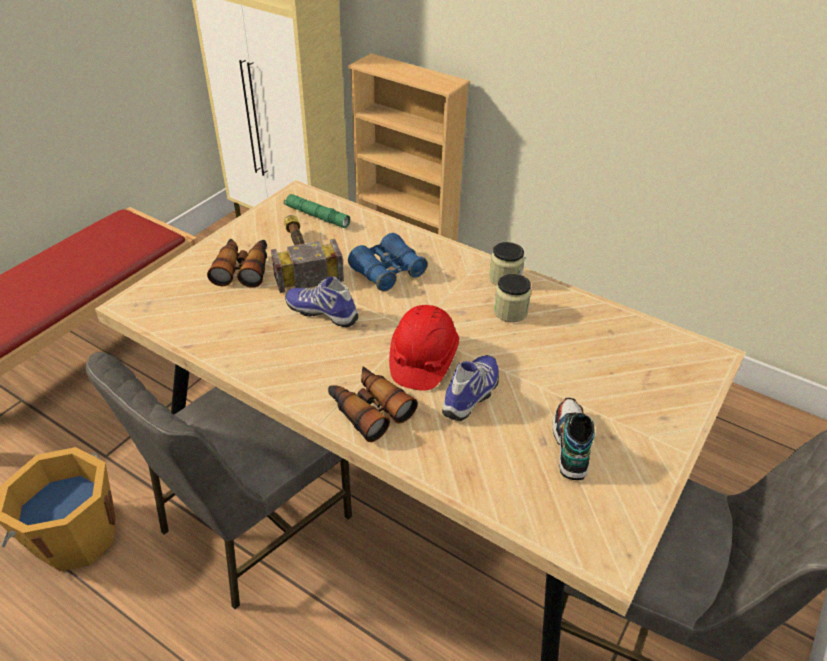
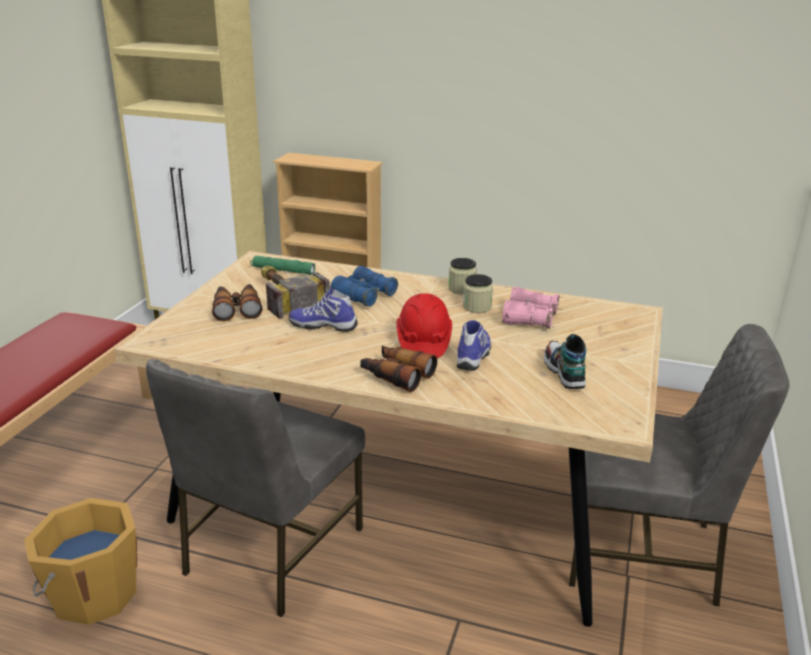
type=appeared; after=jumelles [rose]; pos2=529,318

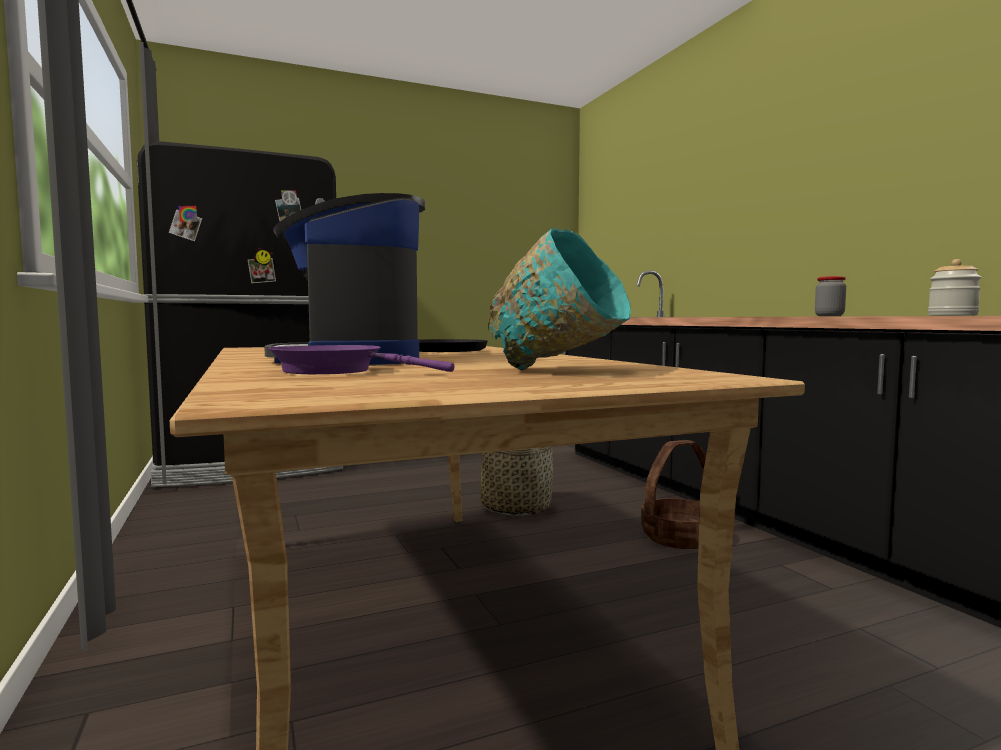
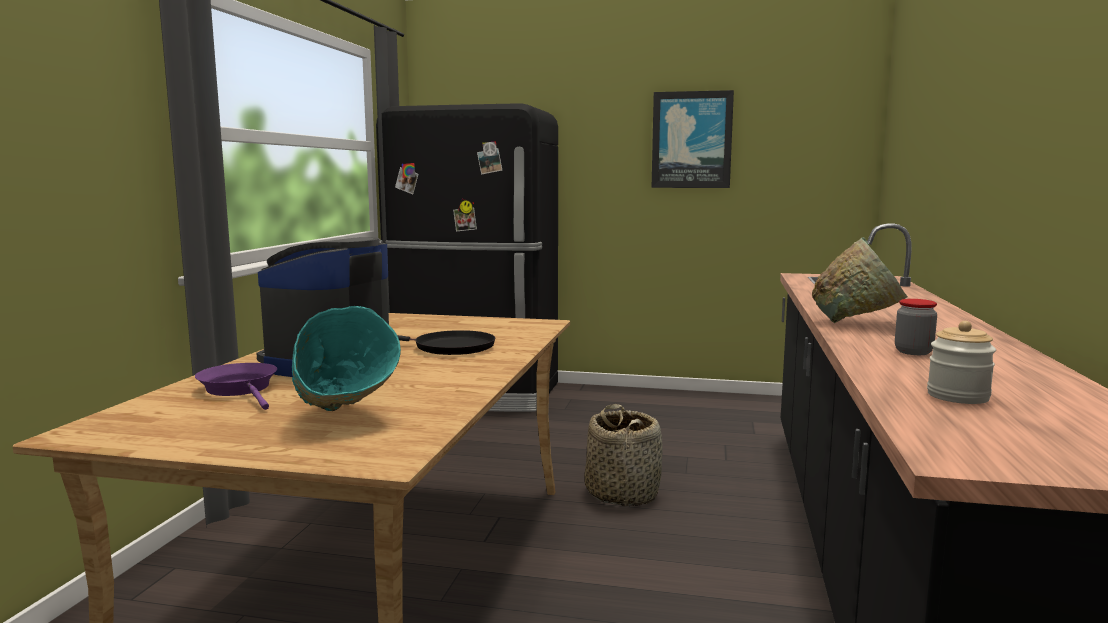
type=missing; before=panier; pos1=679,538
type=appeared; after=tableau; pos2=691,140
type=appeared; after=bol [vert]; pos2=859,323

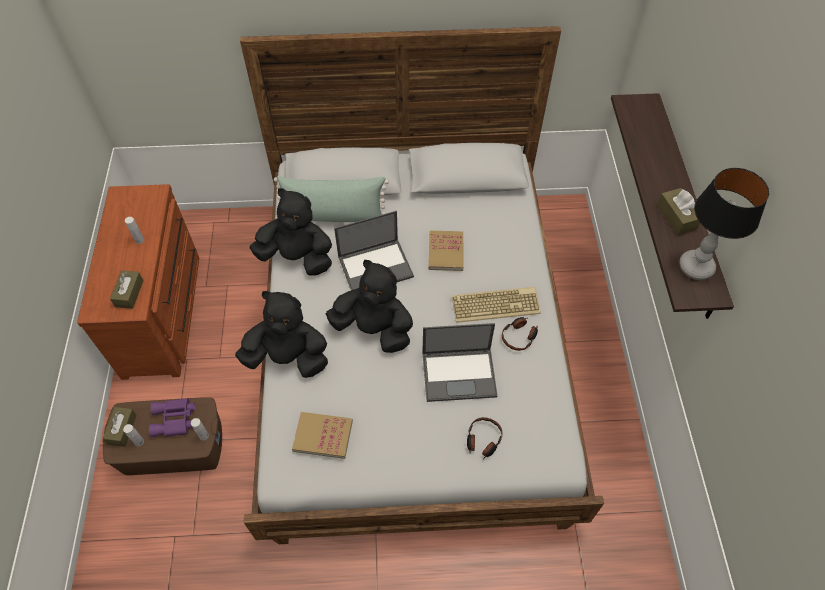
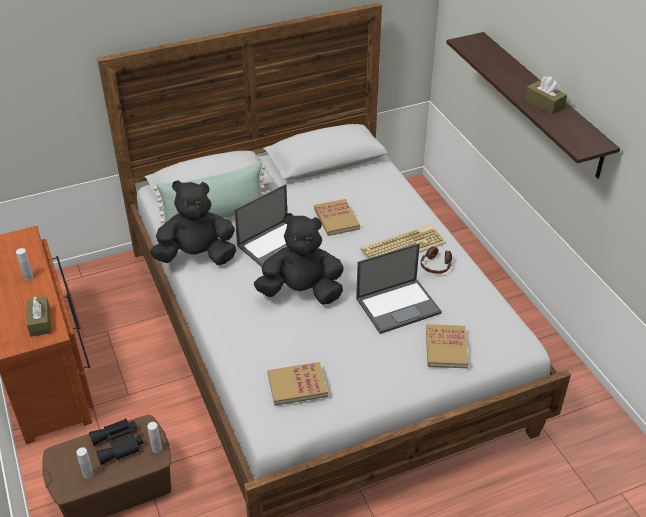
type=missing; before=lampe de table; pos1=695,267
type=missing; before=peluche [noir]; pos1=288,357
type=colour; before=jumelles [violet]; after=jumelles [noir]; pos1=175,420; pos2=119,444
type=missing; before=boîte à mouchoirs [marron]; pos1=122,429
type=exchanged; before=casque audio; after=livre; pos1=483,440; pos2=446,348

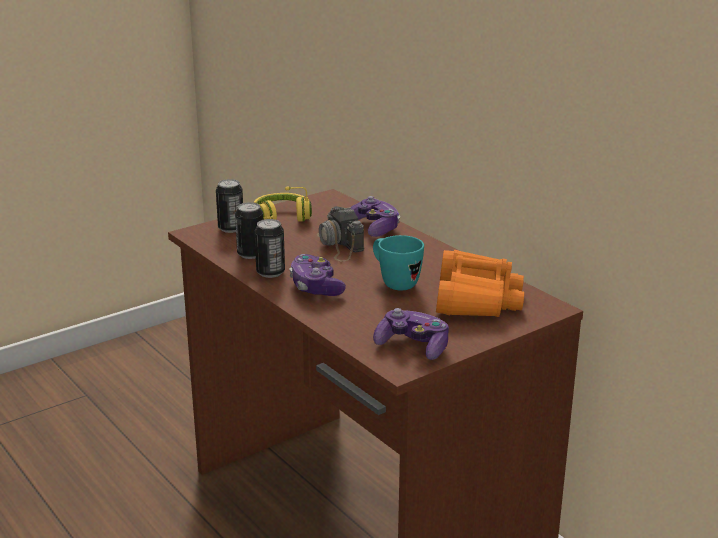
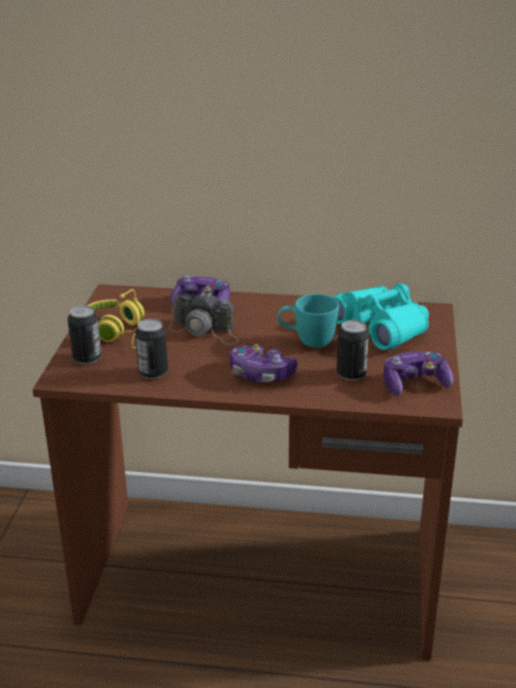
type=relocated; before=boîte métallique; pos1=270,273; pos2=351,374
type=colour; before=jumelles [orange]; after=jumelles [turquoise]; pos1=476,299; pos2=382,327

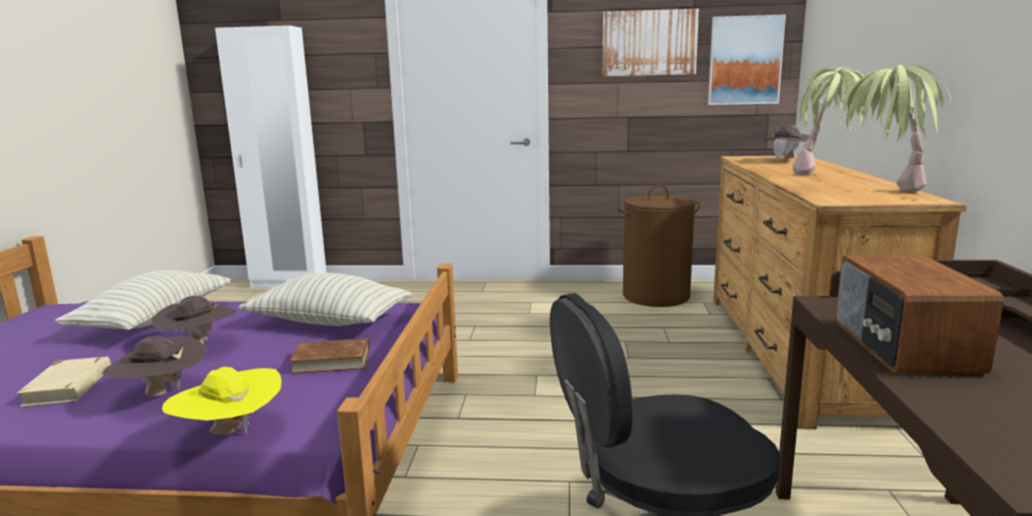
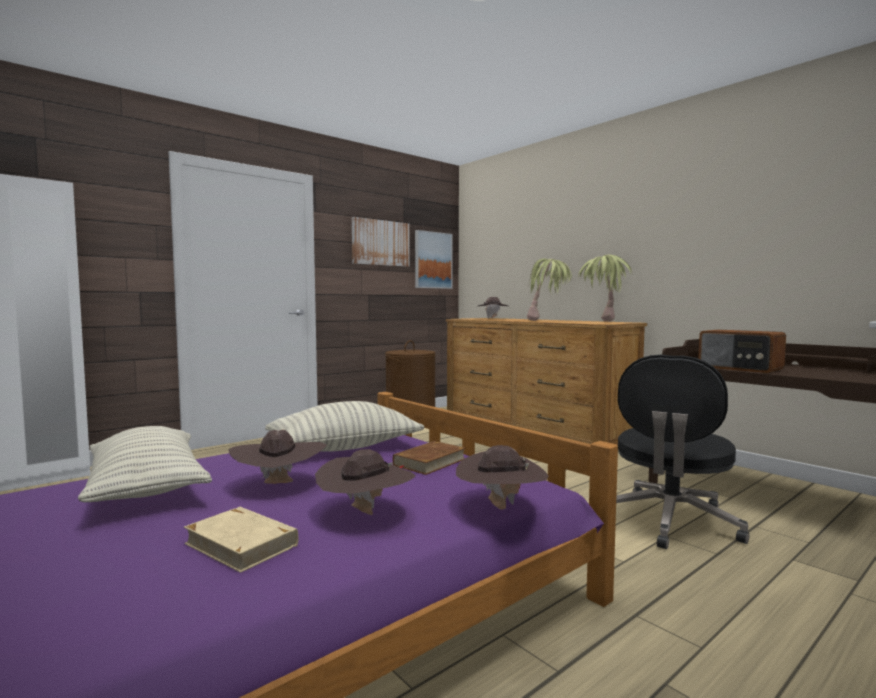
type=colour; before=chapeau [jaune]; after=chapeau [marron]; pos1=230,433; pos2=500,508

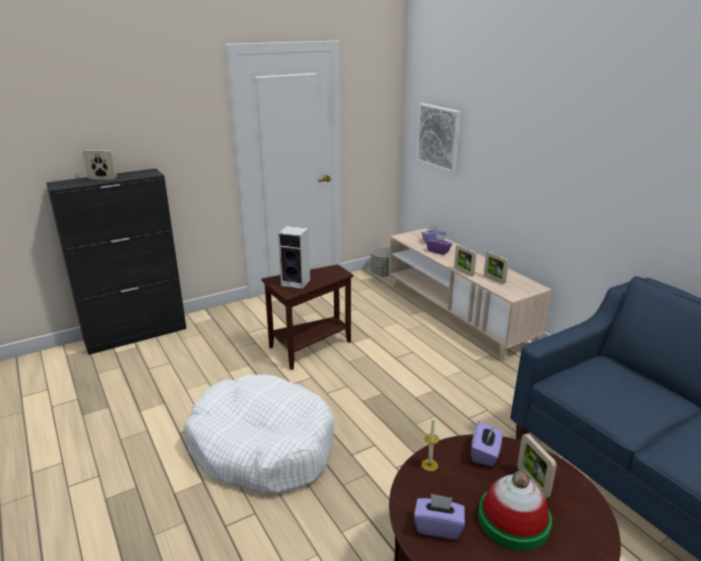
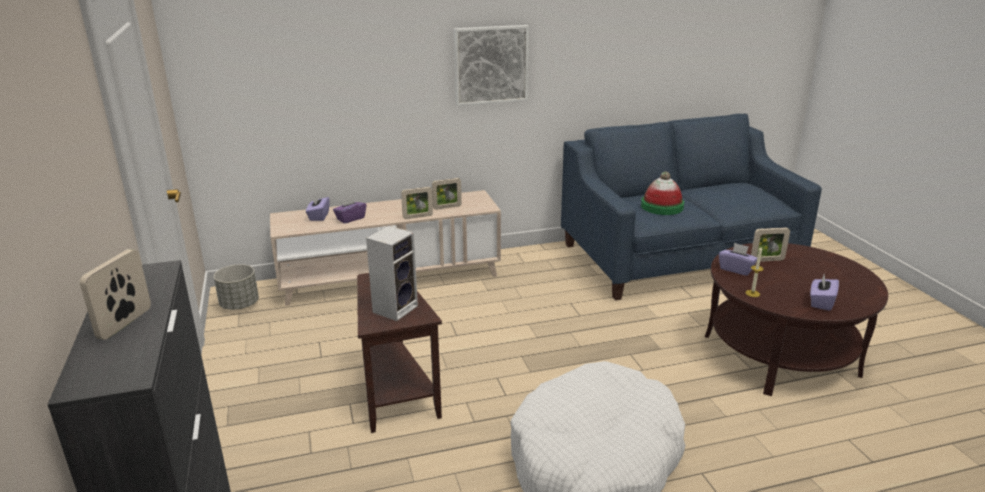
type=relocated; before=tableau; pos1=438,137; pos2=491,65
type=relocated; before=chapeau; pos1=513,520; pos2=662,206

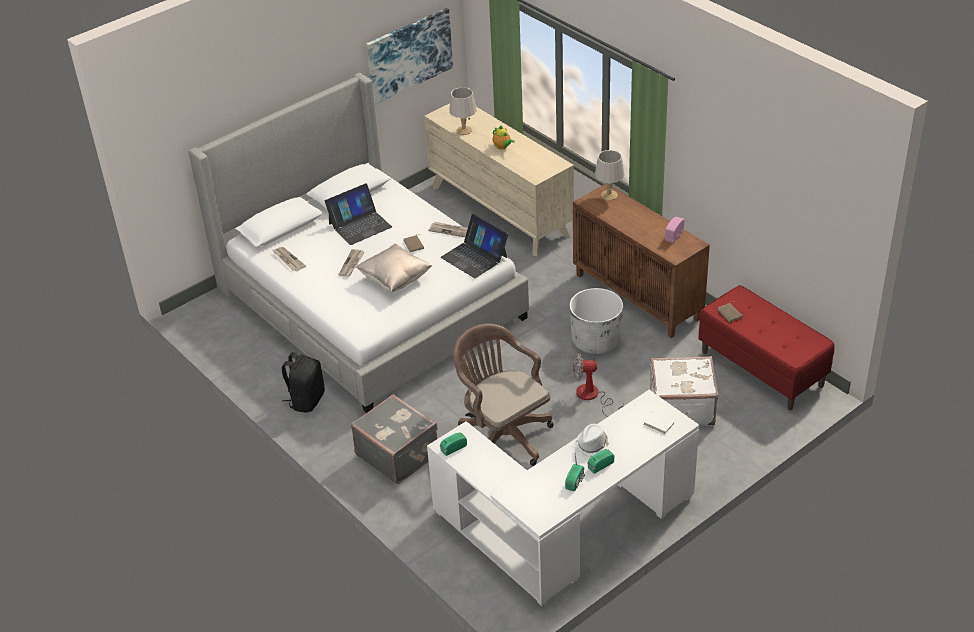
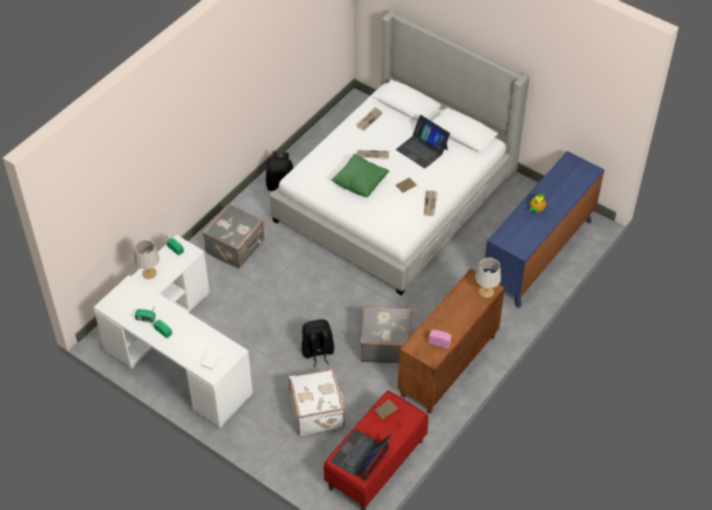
type=missing; before=tableau; pos1=409,55
type=relocated; before=lampe de table [gris]; pos1=463,130; pos2=149,273
type=colour; before=commode [beige]; after=commode [bleu]; pos1=500,211; pos2=538,254
type=relocated; before=ordinateur portable; pos1=474,257; pos2=360,455
type=colour; before=coussin [beige]; after=coussin [vert]; pos1=395,279; pos2=360,184
type=exchanged; before=cache-pot [blanc]; after=valise [gris]; pos1=596,341; pos2=384,345
type=missing; before=chaise de bureau [marron]; pos1=502,434
type=exchanged; before=ventilateur; after=sac à dos [noir]; pos1=593,397; pos2=317,352
type=missing; before=chapeau [blanc]; pos1=592,444

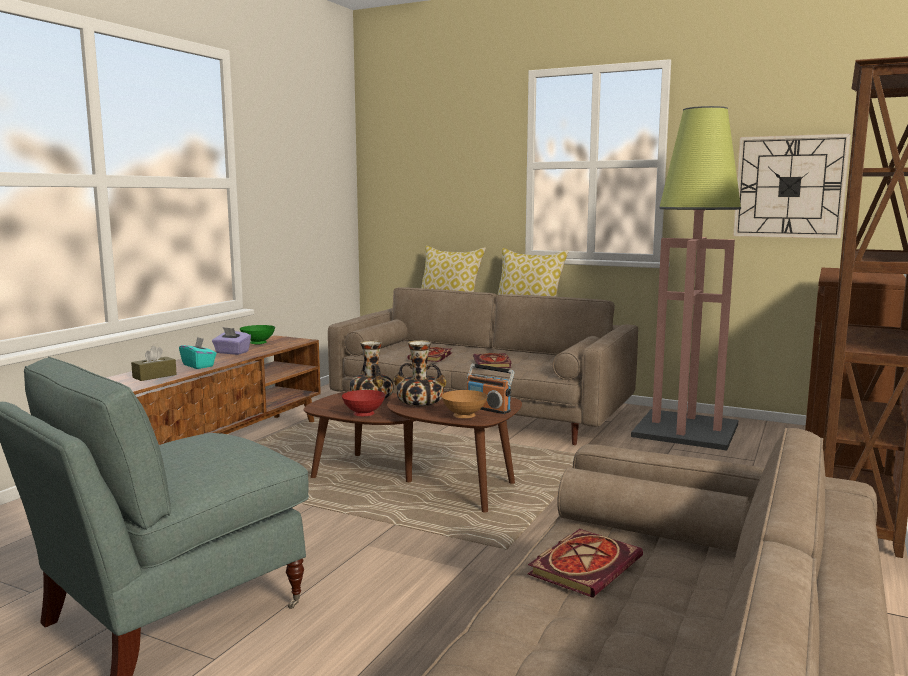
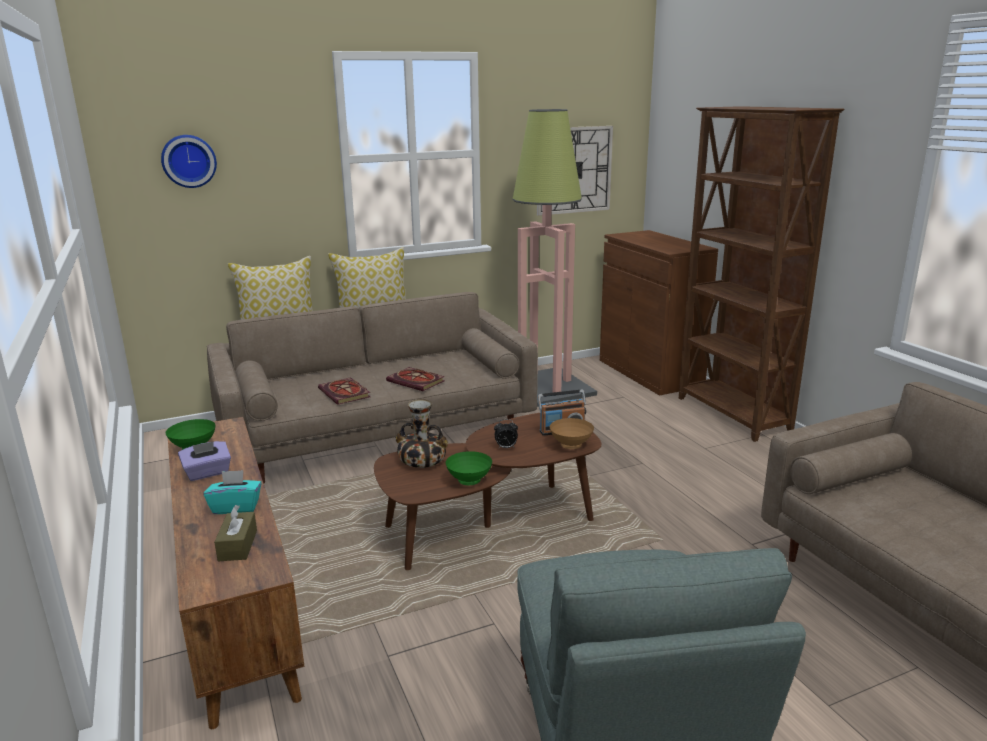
type=exchanged; before=vase; after=réveil; pos1=421,403; pos2=506,448
type=colour; before=bol [rouge]; after=bol [vert]; pos1=364,415; pos2=470,482
type=missing; before=livre; pos1=585,565
type=appeared; after=horloge murale; pos2=189,161

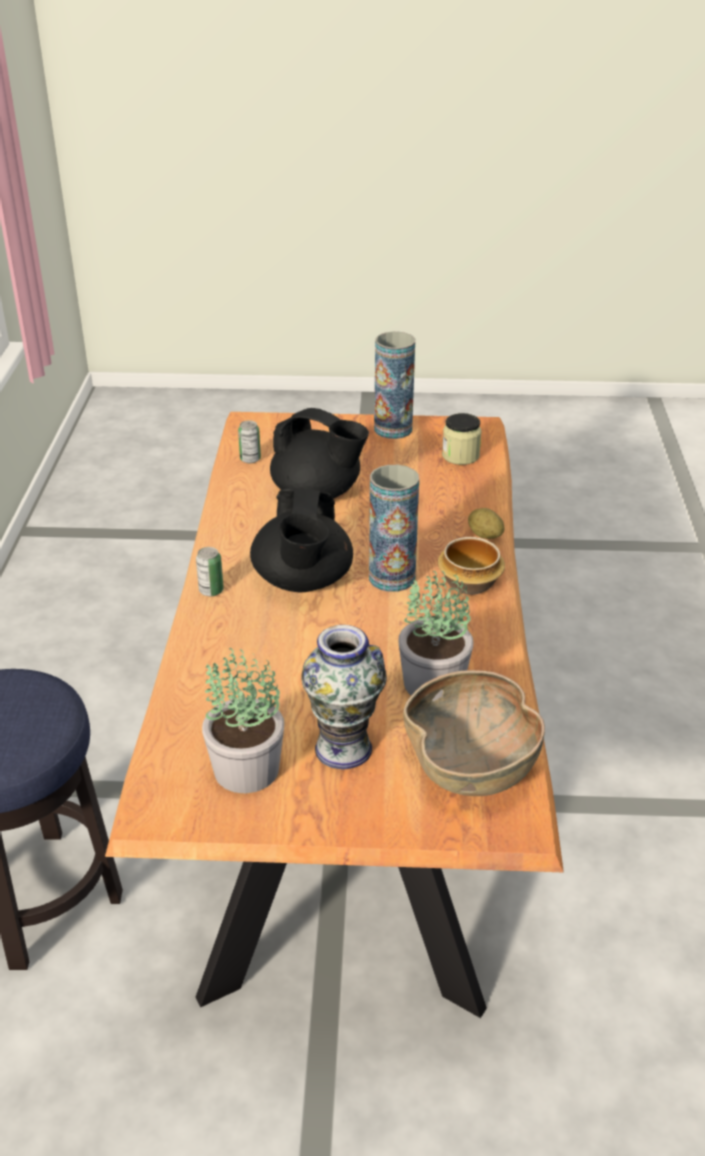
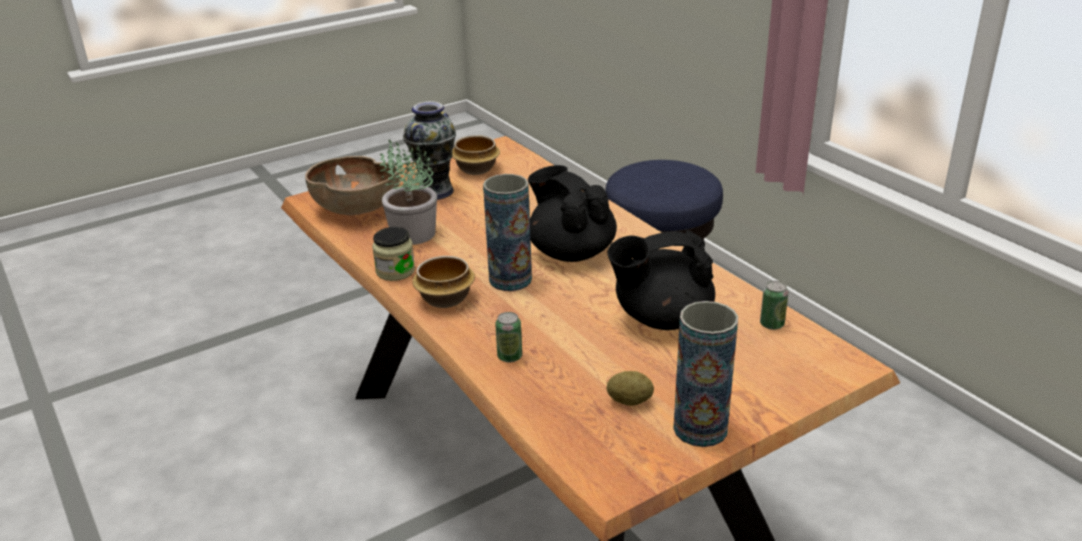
type=relocated; before=bocal; pos1=460,456; pos2=395,271
type=relocated; before=pomme de terre; pos1=485,535; pos2=629,401
type=relocated; before=boîte métallique; pos1=211,591; pos2=509,357
type=exchanged; before=plante en pot; after=bol; pos1=245,770; pos2=476,169

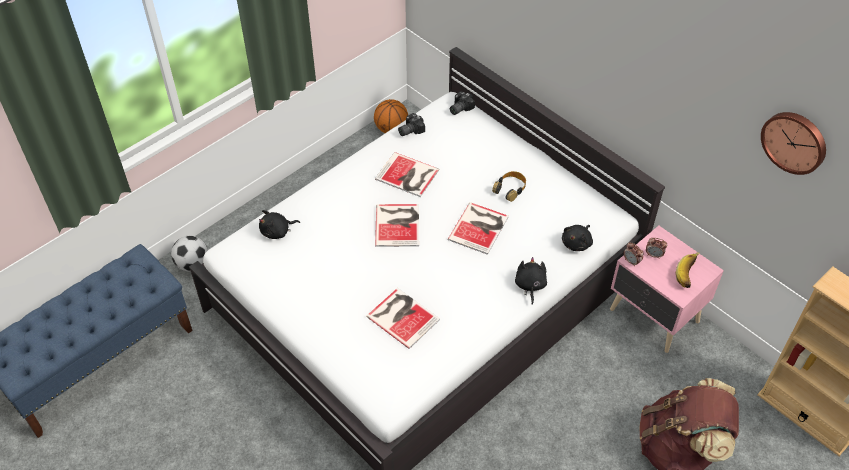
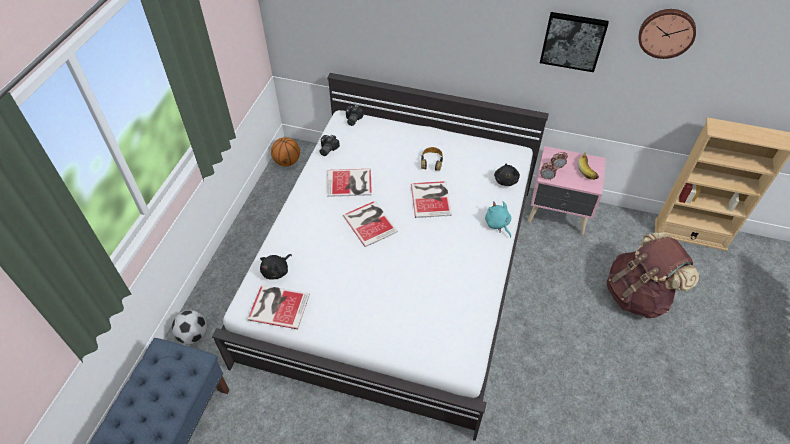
type=colour; before=peluche [noir]; after=peluche [turquoise]; pos1=530,285; pos2=497,224
type=relocated; before=livre; pos1=402,316; pos2=278,305
type=appeared; after=tableau; pos2=573,40

